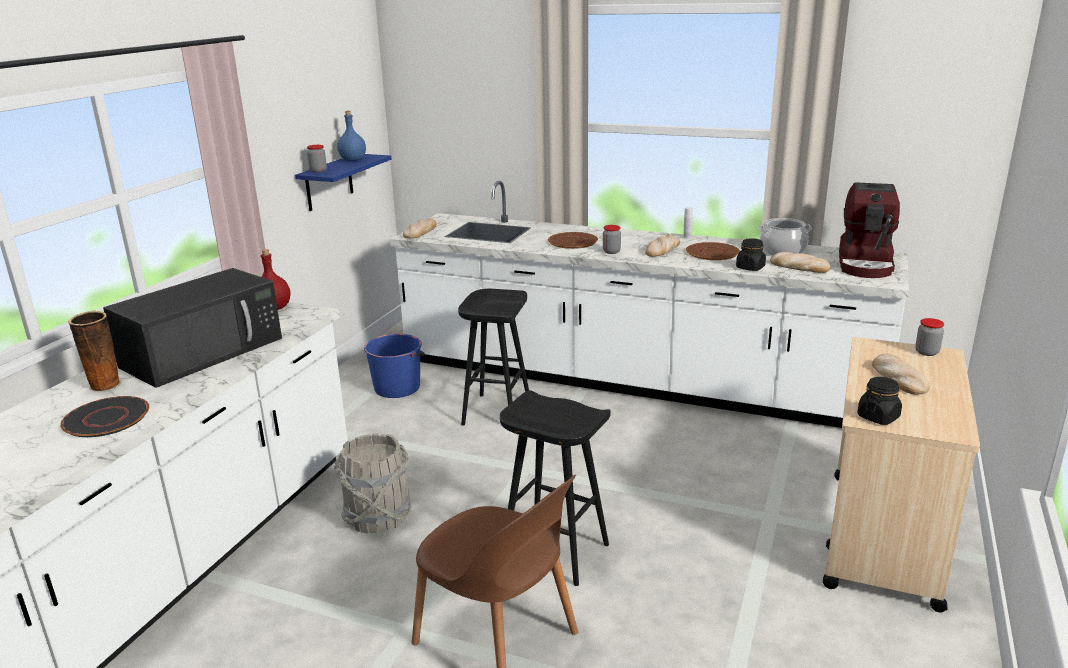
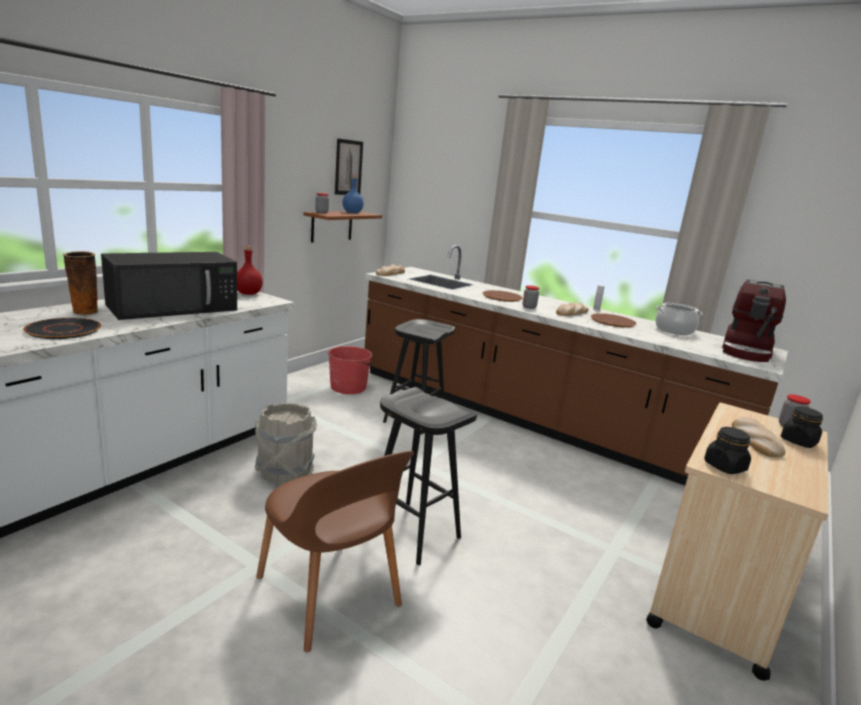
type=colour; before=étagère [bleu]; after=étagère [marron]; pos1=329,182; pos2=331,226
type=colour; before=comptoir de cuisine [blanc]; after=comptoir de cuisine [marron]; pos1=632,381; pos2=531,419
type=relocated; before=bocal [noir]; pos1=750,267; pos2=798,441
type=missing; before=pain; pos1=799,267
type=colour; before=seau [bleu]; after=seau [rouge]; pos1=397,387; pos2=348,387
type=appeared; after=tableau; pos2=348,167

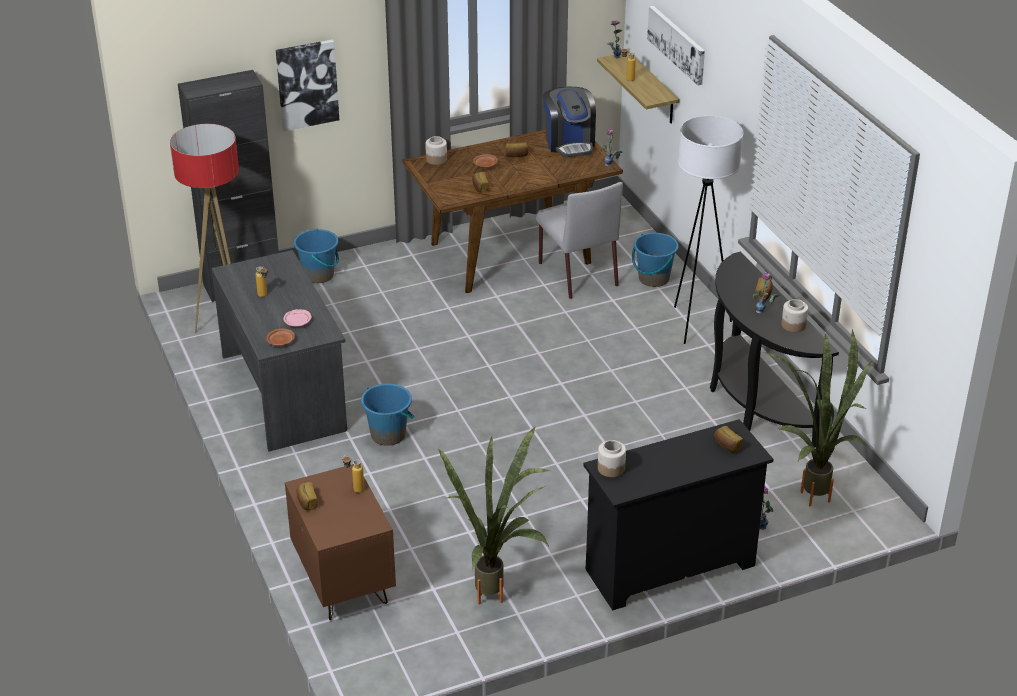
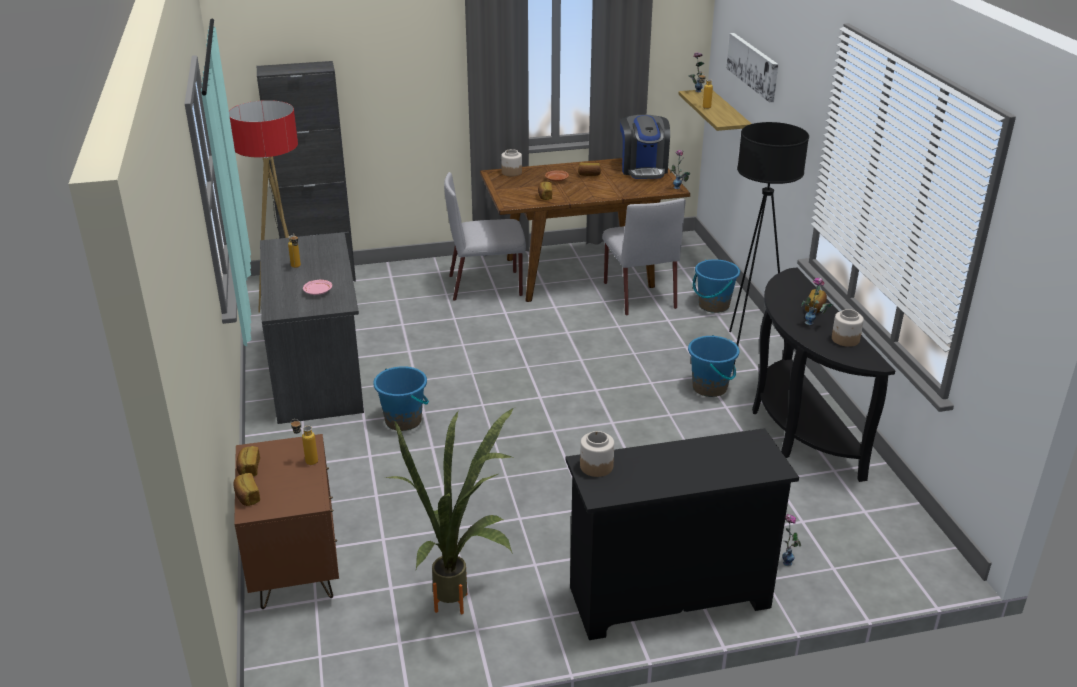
type=missing; before=tableau; pos1=307,84
type=colour; before=lampadaire [blanc]; after=lampadaire [noir]; pos1=696,324; pos2=749,349
type=relocated; before=seau [bleu]; pos1=319,275; pos2=710,388
type=missing; before=assiette [marron]; pos1=281,341
type=missing; before=plante en pot; pos1=814,490
type=relocated; before=pain; pos1=727,446; pos2=247,497
type=appeared; after=chaise [gris]; pos2=487,285

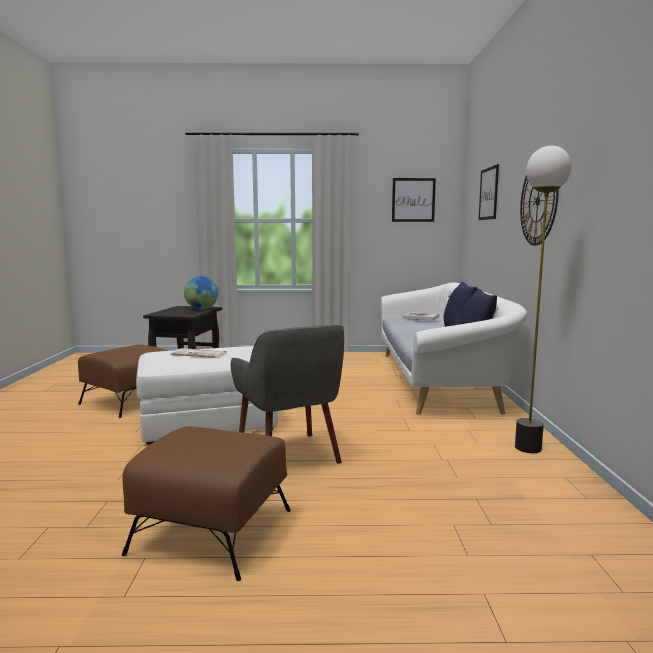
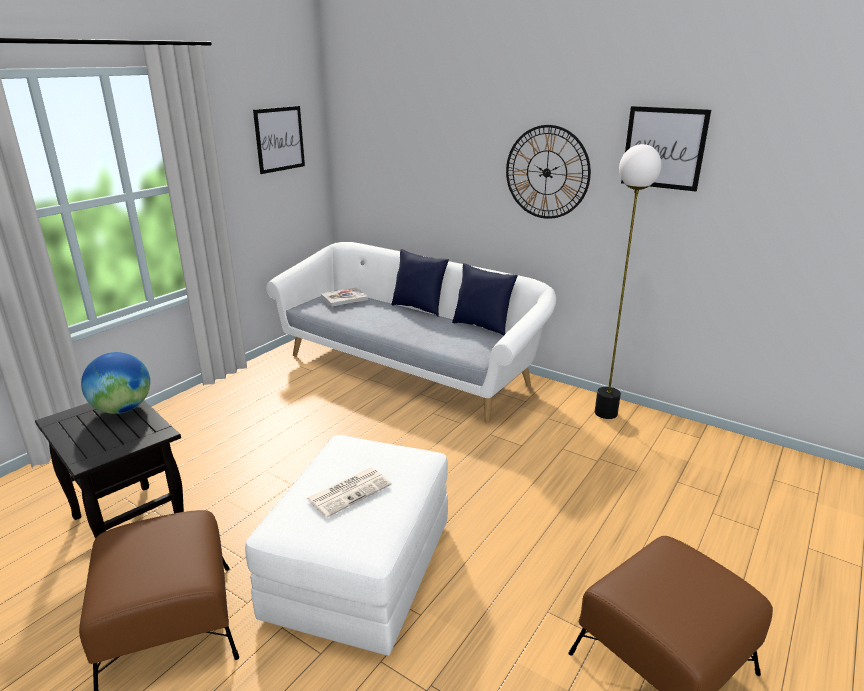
type=relocated; before=tableau; pos1=488,193; pos2=664,148
type=missing; before=fauteuil [gris]; pos1=289,455

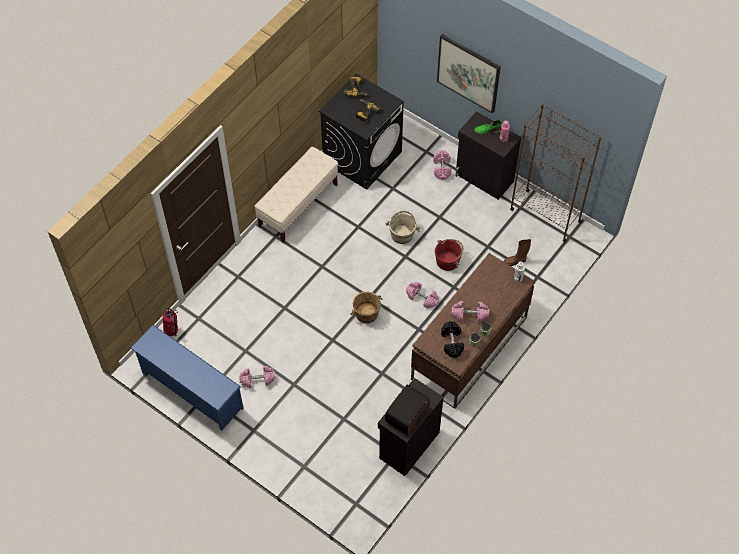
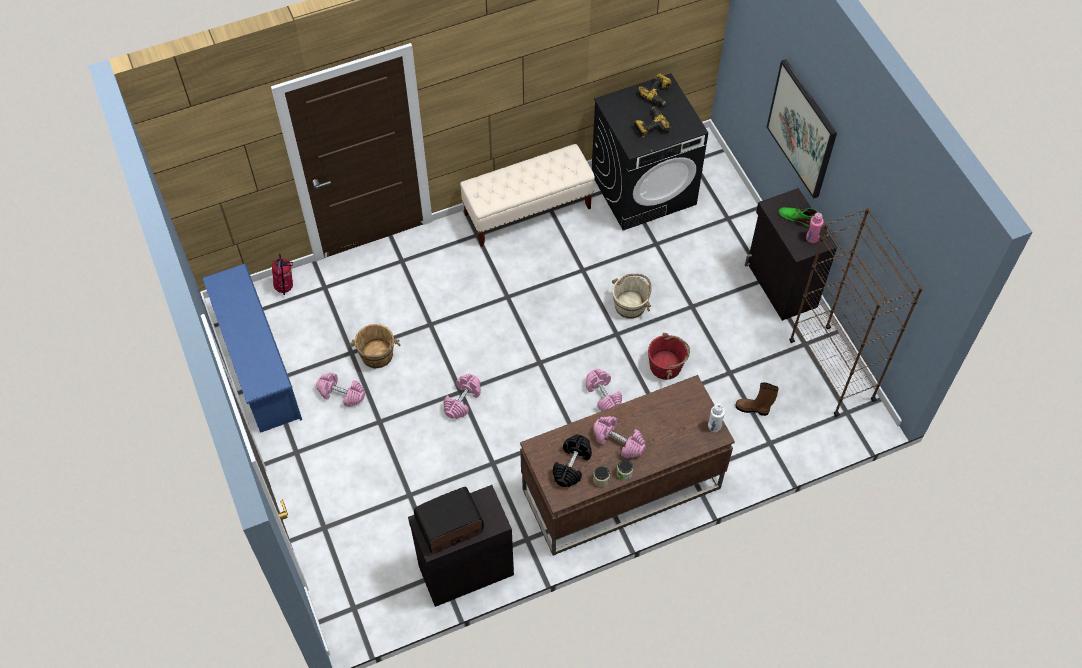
type=relocated; before=haltère [rose]; pos1=442,169; pos2=462,401
type=relocated; before=seau [marron]; pos1=367,314; pos2=377,355

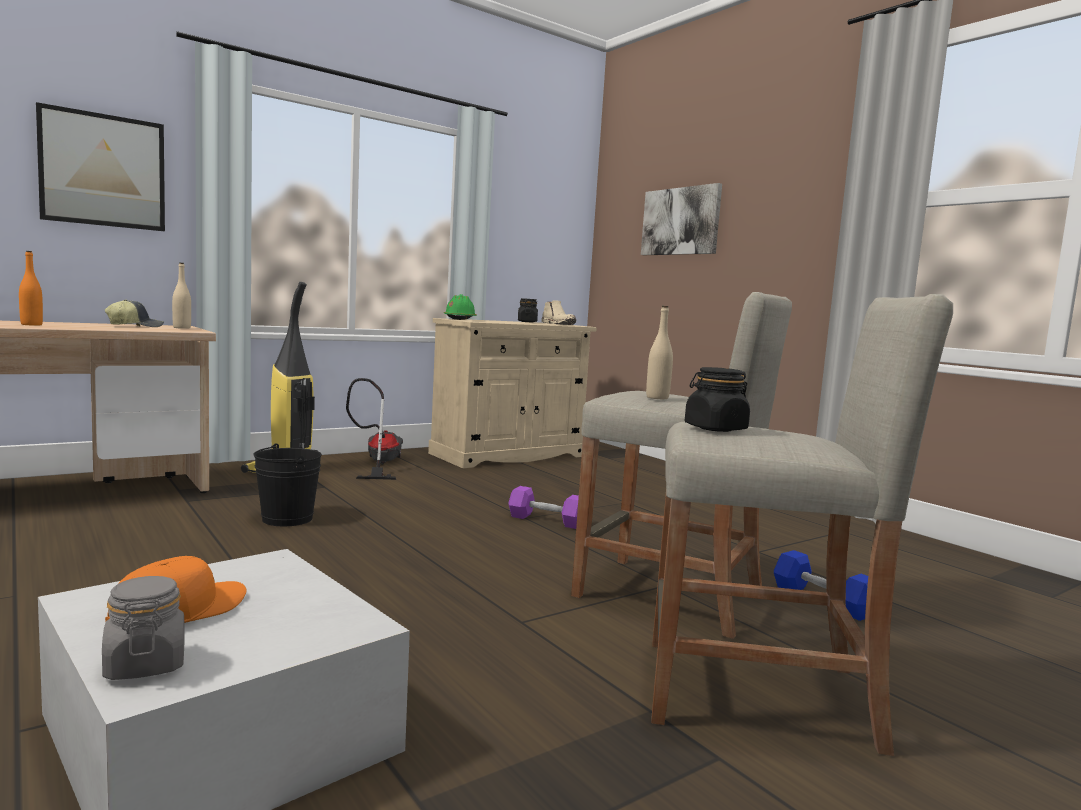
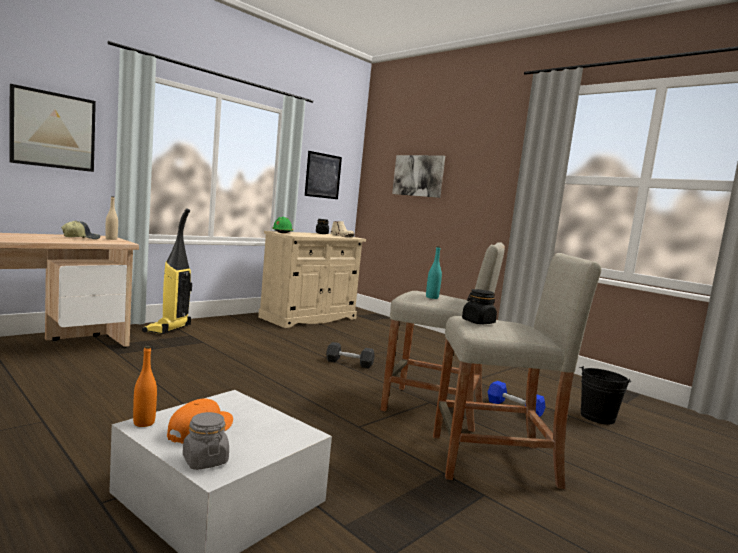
type=relocated; before=bouteille [orange]; pos1=31,324; pos2=144,423
type=colour; before=bouteille [beige]; after=bouteille [turquoise]; pos1=657,398; pos2=432,297
type=missing; before=aspirateur; pos1=378,464
type=relocated; before=seau [noir]; pos1=287,519; pos2=597,417
type=colour; before=haltère [violet]; after=haltère [noir]; pos1=547,520; pos2=349,363
type=appeared; after=tableau; pos2=323,175

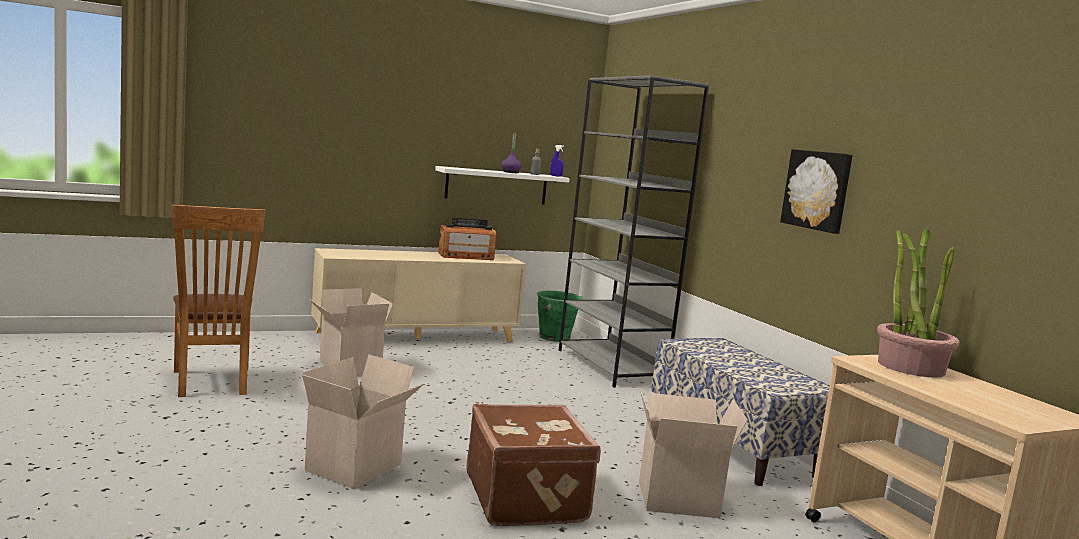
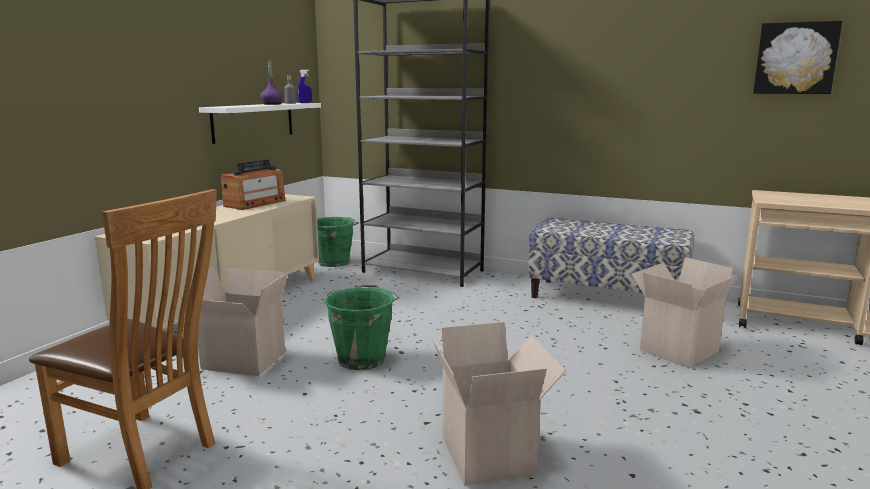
type=relocated; before=tableau; pos1=817,190; pos2=795,58
type=missing; before=plante en pot; pos1=910,367
type=missing; before=valise [marron]; pos1=527,498
type=appeared; after=seau [vert]; pos2=362,358

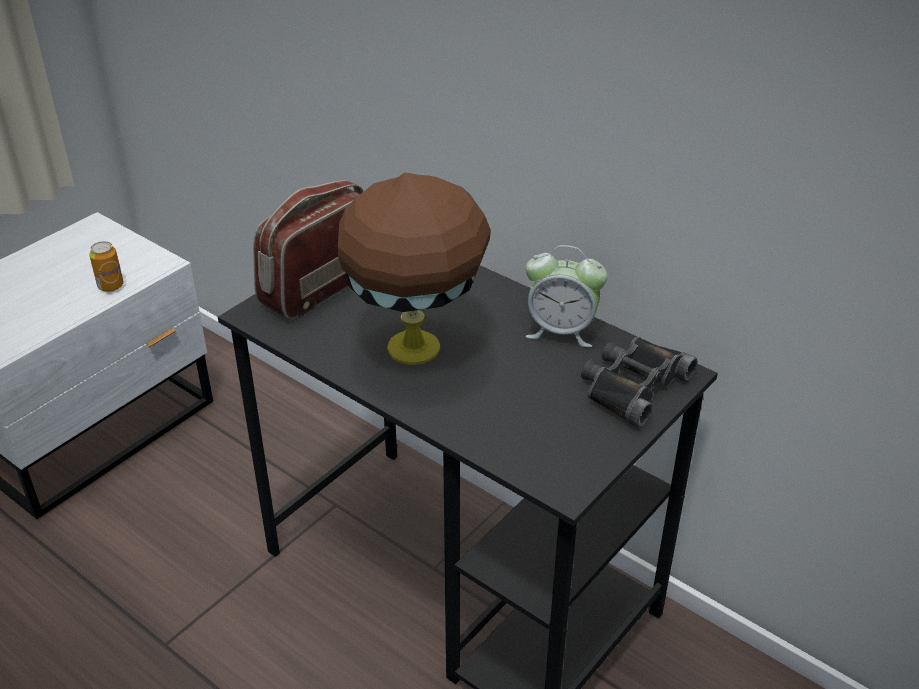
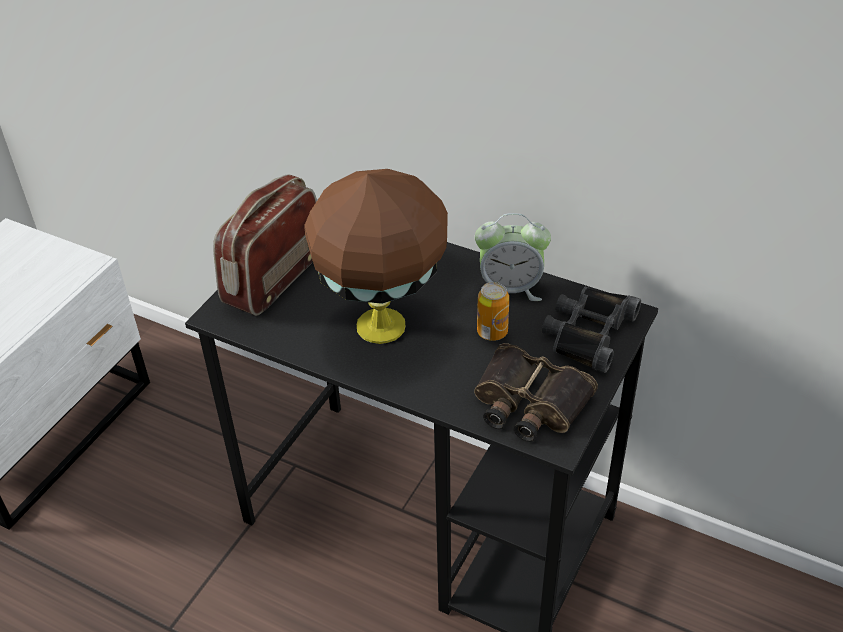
type=relocated; before=boîte métallique; pos1=110,286; pos2=492,332
type=appeared; after=jumelles; pos2=528,403

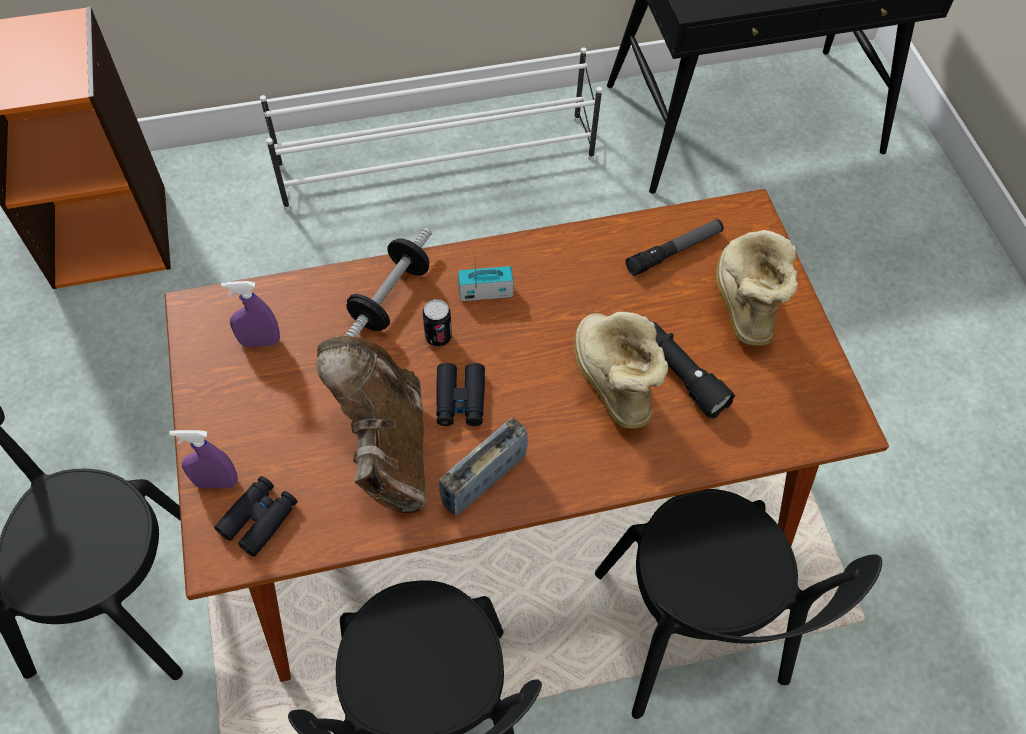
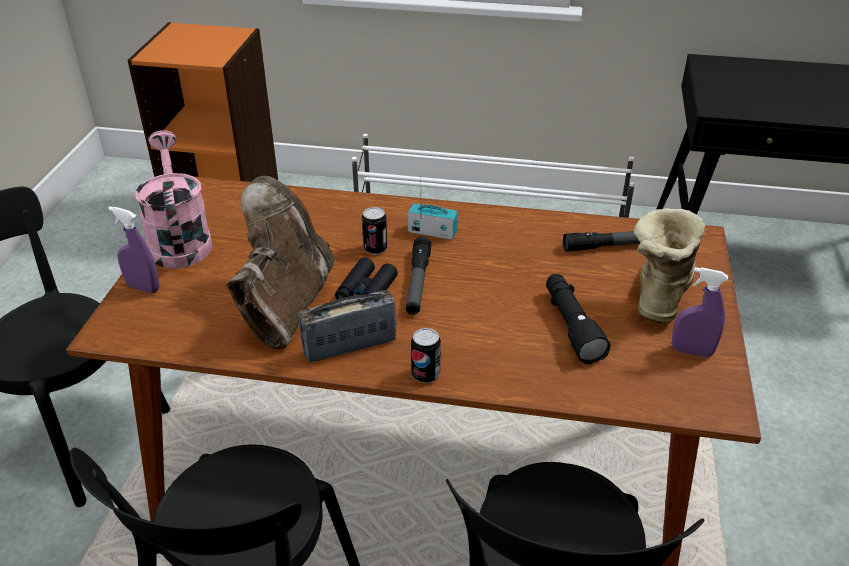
type=missing; before=haltère; pos1=390,298
type=relocated; before=vaporisateur [violet]; pos1=260,342; pos2=691,351
type=missing; before=botte; pos1=610,383
type=missing; before=jumelles [noir]; pos1=259,519
type=appeared; after=arrosoir [rose]; pos2=178,240
type=appeared; after=lampe de poche; pos2=417,282
type=appeared; after=boîte métallique; pos2=425,375

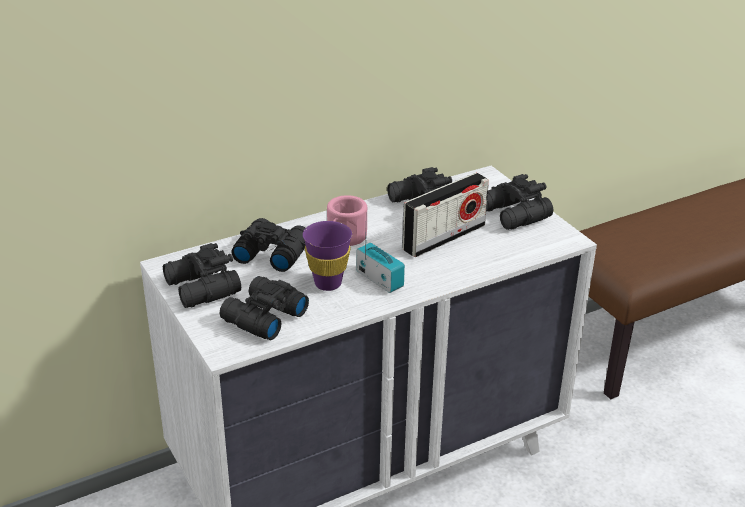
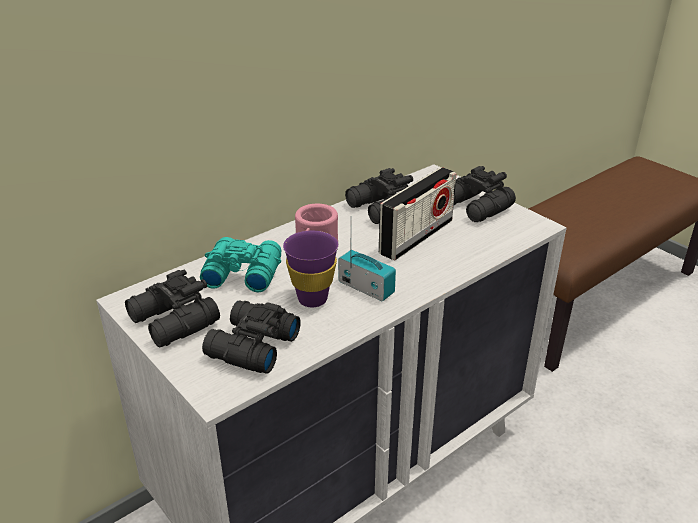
type=colour; before=jumelles [noir]; after=jumelles [turquoise]; pos1=271,252; pos2=241,273

